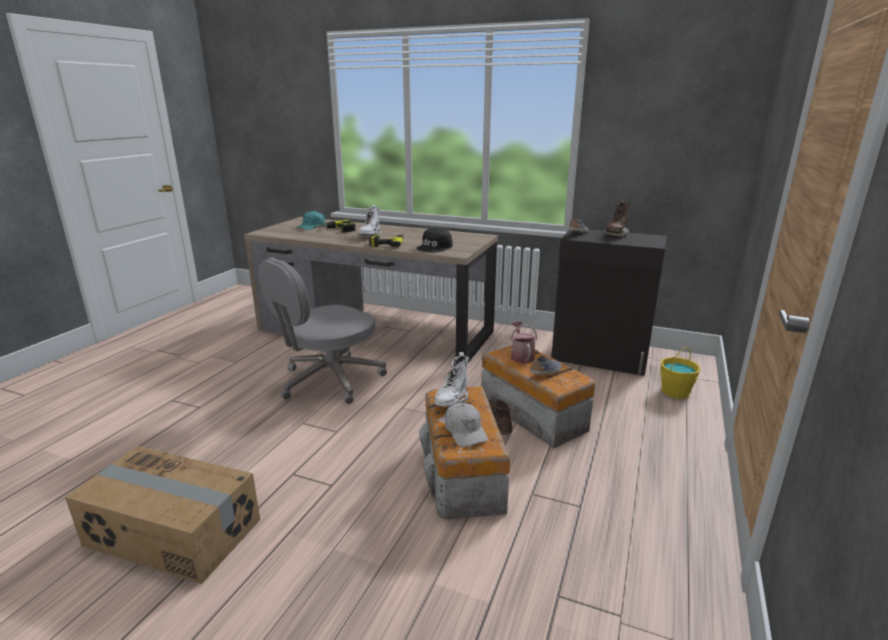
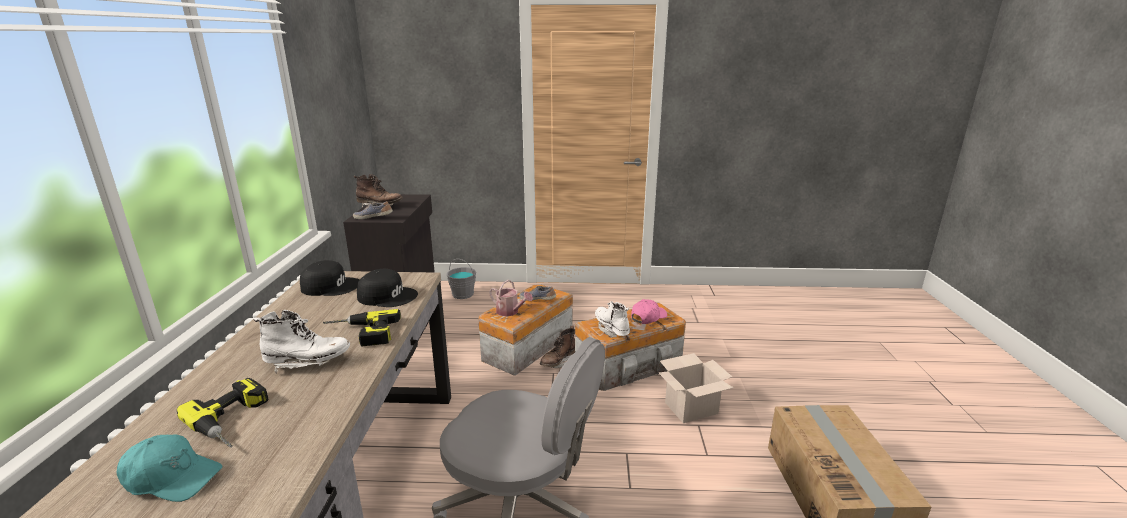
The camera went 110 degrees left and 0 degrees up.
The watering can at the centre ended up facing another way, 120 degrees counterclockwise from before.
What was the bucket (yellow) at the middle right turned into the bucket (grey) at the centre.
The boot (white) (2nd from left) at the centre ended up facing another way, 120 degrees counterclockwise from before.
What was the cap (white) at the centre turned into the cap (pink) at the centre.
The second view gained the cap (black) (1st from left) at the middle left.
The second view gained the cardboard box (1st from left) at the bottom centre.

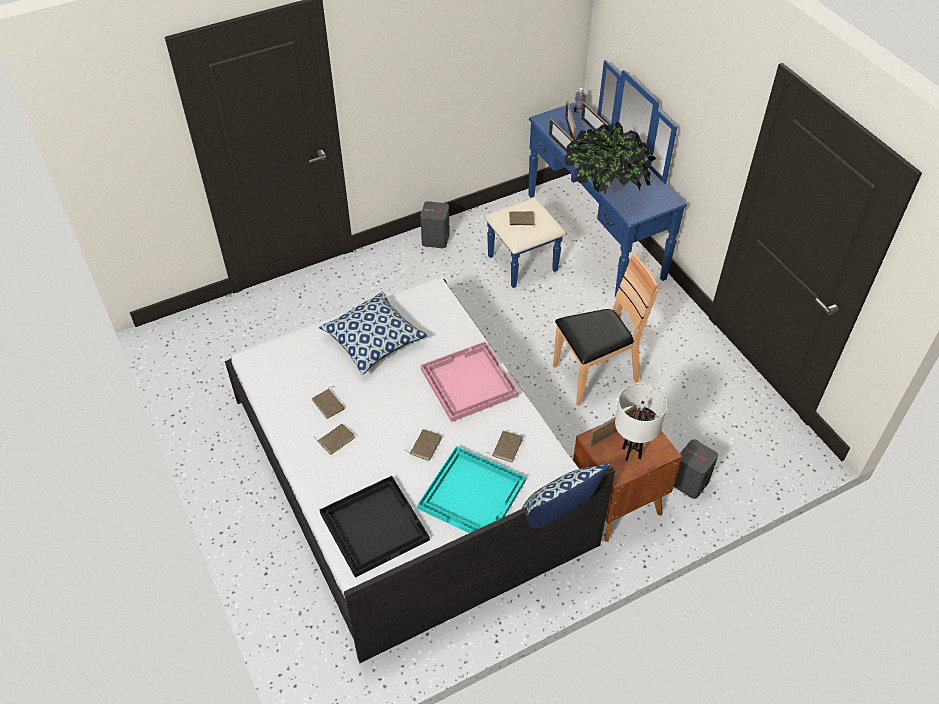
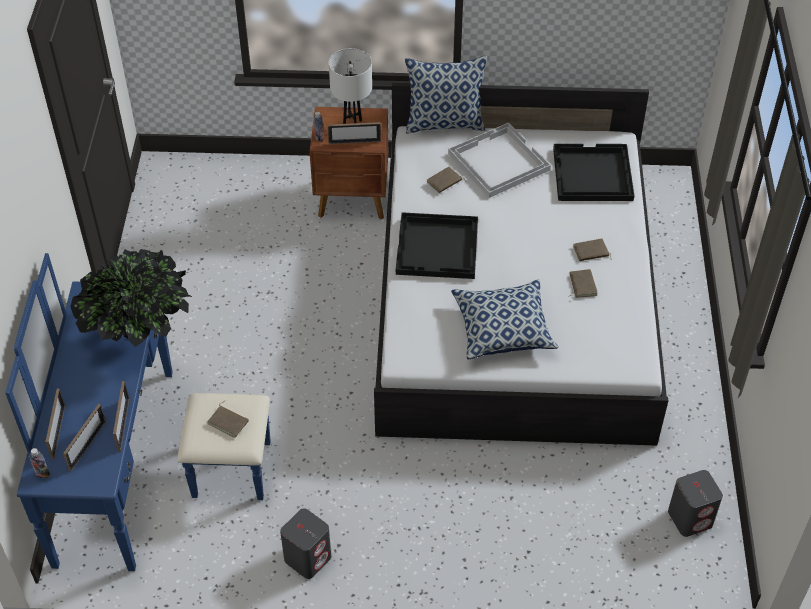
The camera went 150 degrees left and 0 degrees up.
The second view lost the chair (brown) at the centre.
What was the tray (pink) at the centre turned into the tray (black) (1st from left) at the centre.
The second view lost the book (brown) (3rd from left) at the centre.
The speaker (grey) (2nd from left) ended up elsewhere, having gone from the middle right to the bottom right.
What was the tray (turquoise) at the bottom centre turned into the tray (white) at the top centre.

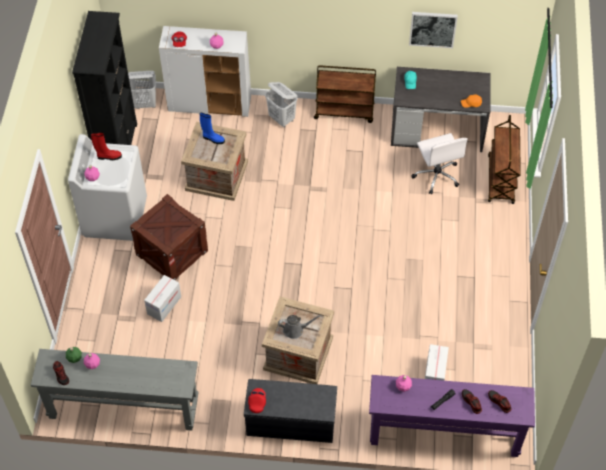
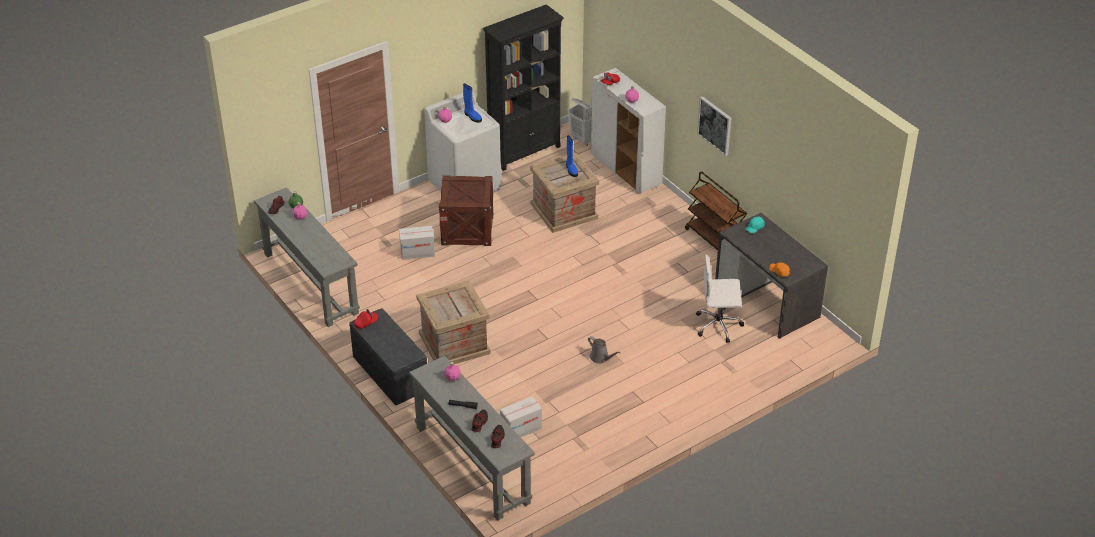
The camera went 50 degrees right and 15 degrees down.
The picture ended up elsewhere, having gone from the top right to the top centre.
The second view lost the laundry basket (white) (2nd from left) at the top centre.
The second view lost the cart (brown) (2nd from left) at the middle right.
What was the boot (red) at the top left turned into the boot (blue) (1st from left) at the top centre.
The office chair (white) at the middle right ended up facing another way, 60 degrees clockwise from before.
The watering can (grey) ended up elsewhere, having gone from the bottom centre to the centre.
What was the console table (purple) at the bottom right turned into the console table (grey) (2nd from left) at the bottom centre.

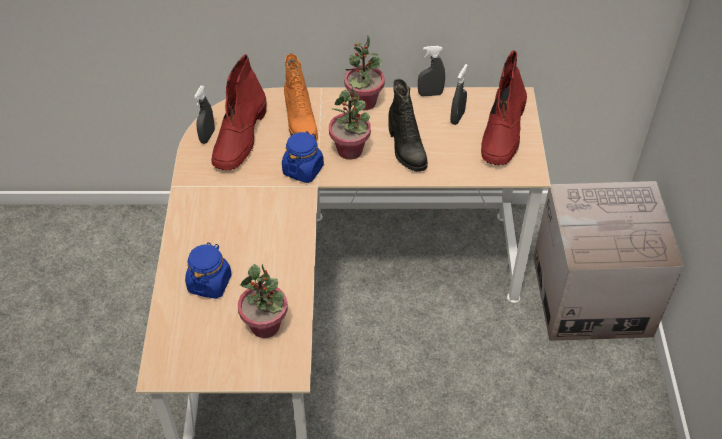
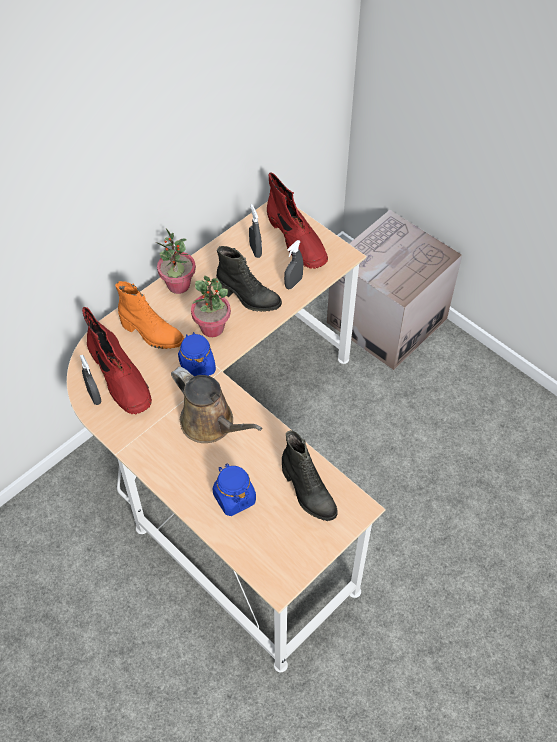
The camera went 45 degrees left and 5 degrees up.
The spray bottle (grey) (2nd from left in the first image) ended up elsewhere, having gone from the top centre to the centre.
Where the potted plant (1st from left) stood at the bottom centre, the boot (black) (2nd from left) came to stand at the centre.
The second view gained the watering can (brown) at the centre.

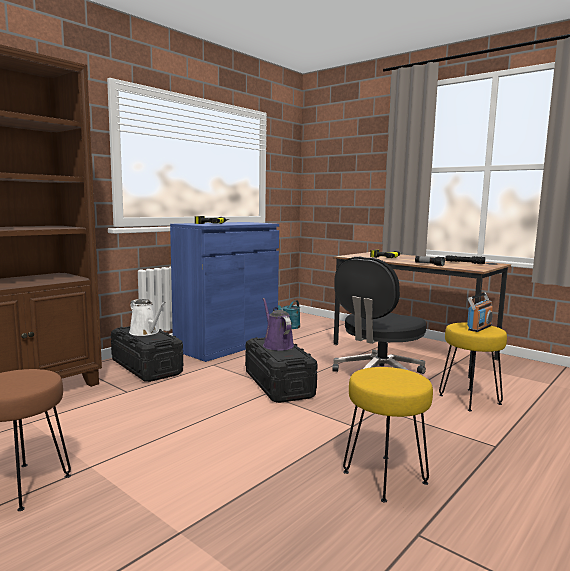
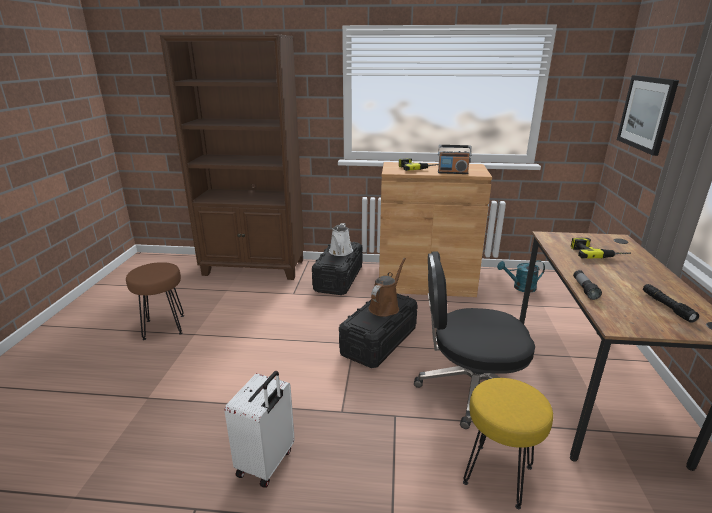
The camera went 55 degrees right and 15 degrees up.
What was the cabinet (blue) at the centre turned into the cabinet (brown) at the centre.
The radio ended up elsewhere, having gone from the middle right to the top centre.
What was the watering can (purple) at the centre turned into the watering can (brown) at the centre.
Where the stool (yellow) (1st from left) stood at the bottom right, the suitcase (white) came to stand at the bottom centre.
The second view gained the picture at the top right.

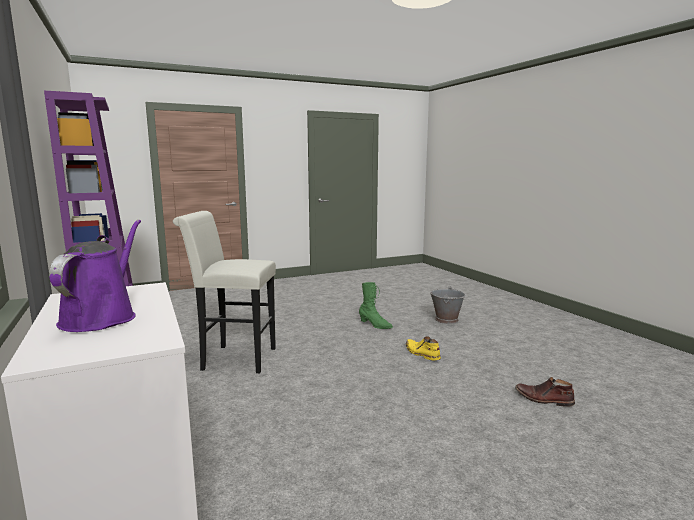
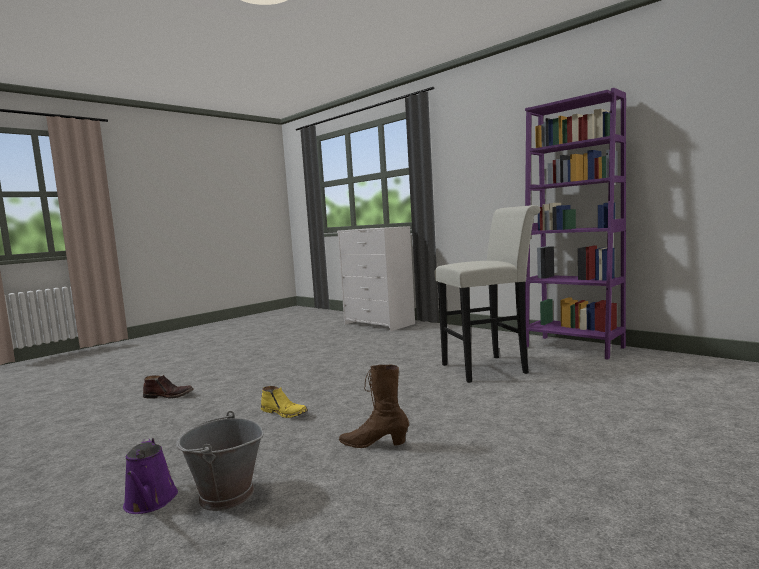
The camera went 160 degrees right and 5 degrees down.
The watering can (purple) ended up elsewhere, having gone from the middle left to the bottom left.
What was the boot (green) at the centre turned into the boot (brown) (2nd from left) at the bottom centre.

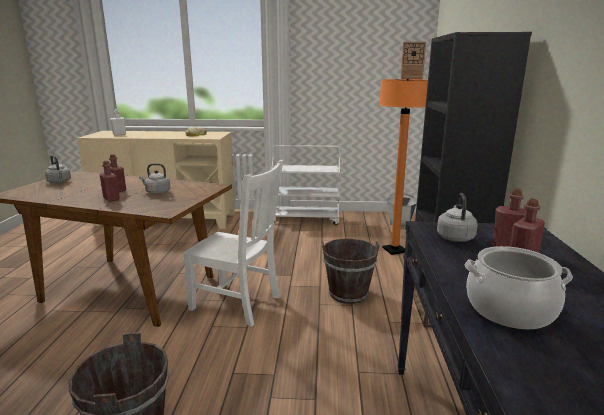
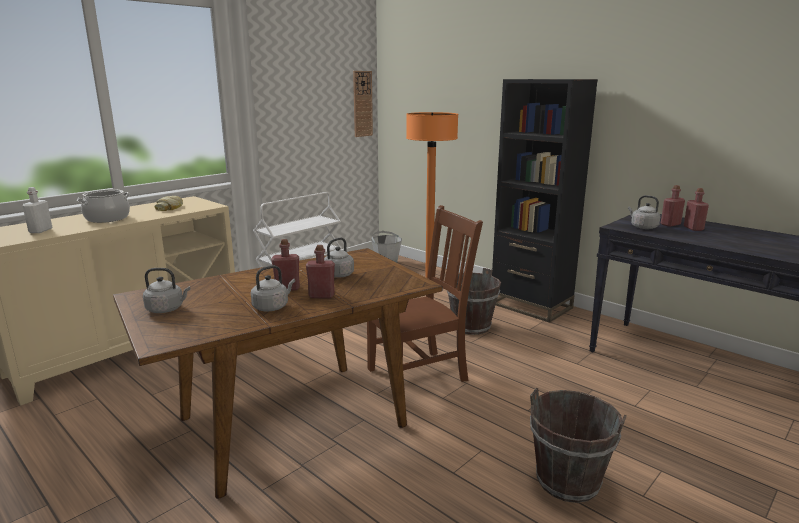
The camera went 50 degrees left and 0 degrees up.
What was the chair (white) at the centre turned into the chair (brown) at the centre.
The cooking pot ended up elsewhere, having gone from the bottom right to the middle left.
The second view gained the kettle (grey) (2nd from left) at the centre.

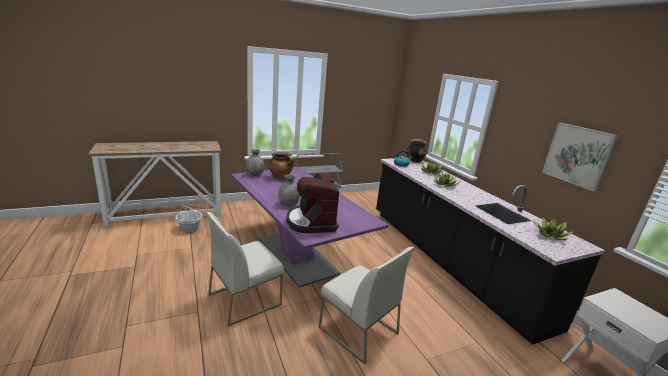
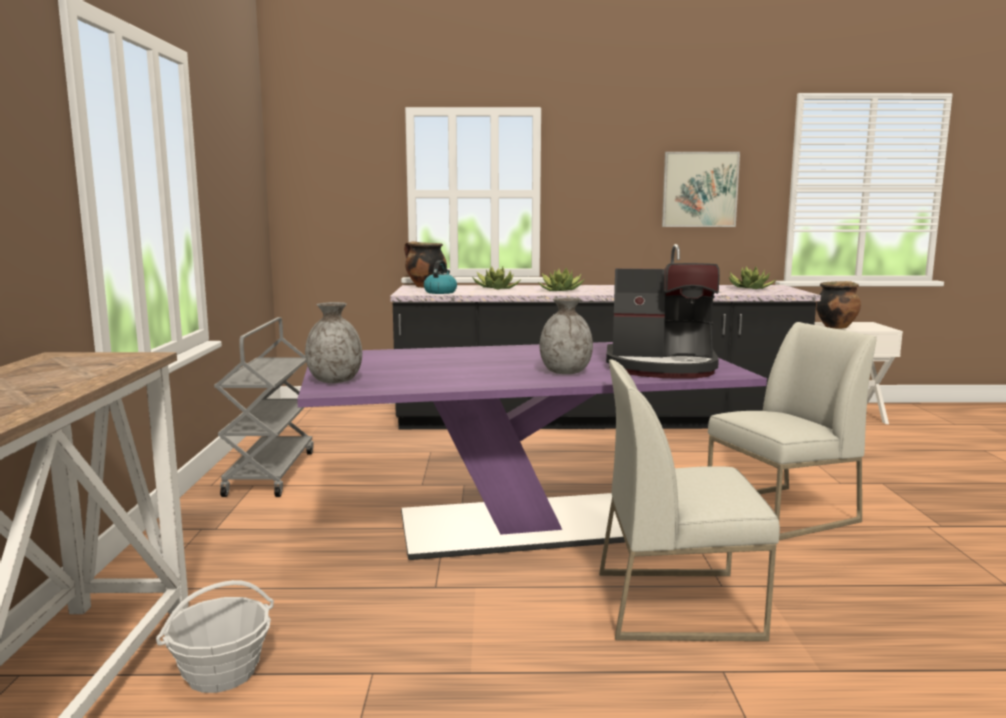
The camera went 65 degrees left and 10 degrees down.
The cooking pot (1st from left in the first image) ended up elsewhere, having gone from the centre to the middle right.
The chair (white) (1st from left) at the bottom centre ended up facing another way, 105 degrees clockwise from before.

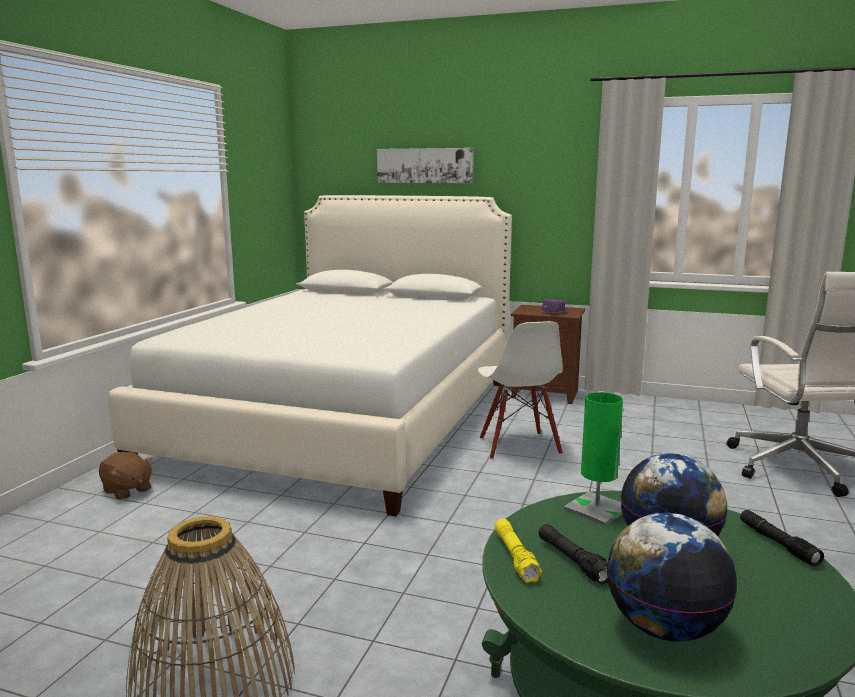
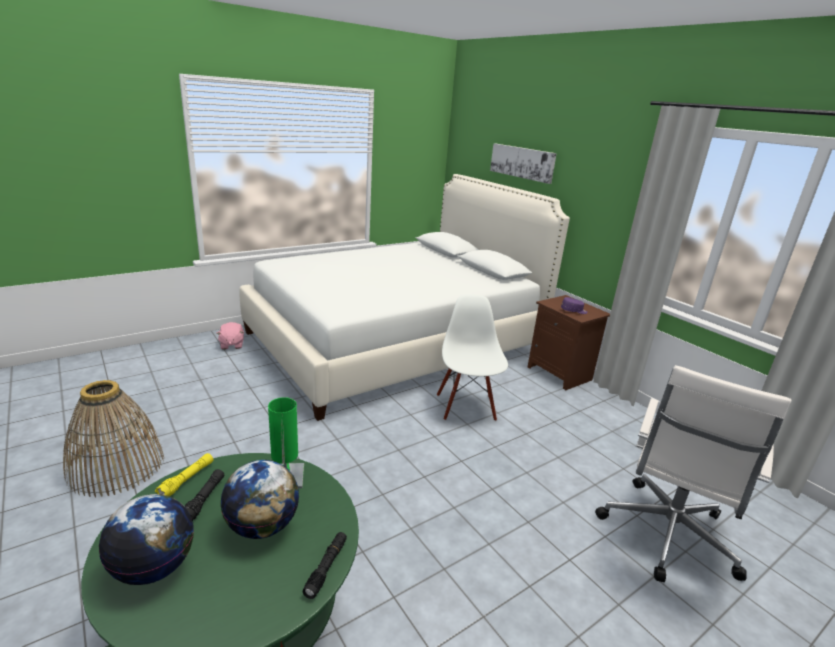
The camera went 35 degrees right and 10 degrees up.
The chair (white) at the centre ended up facing another way, 150 degrees clockwise from before.
What was the plush toy (brown) at the bottom left turned into the plush toy (pink) at the middle left.

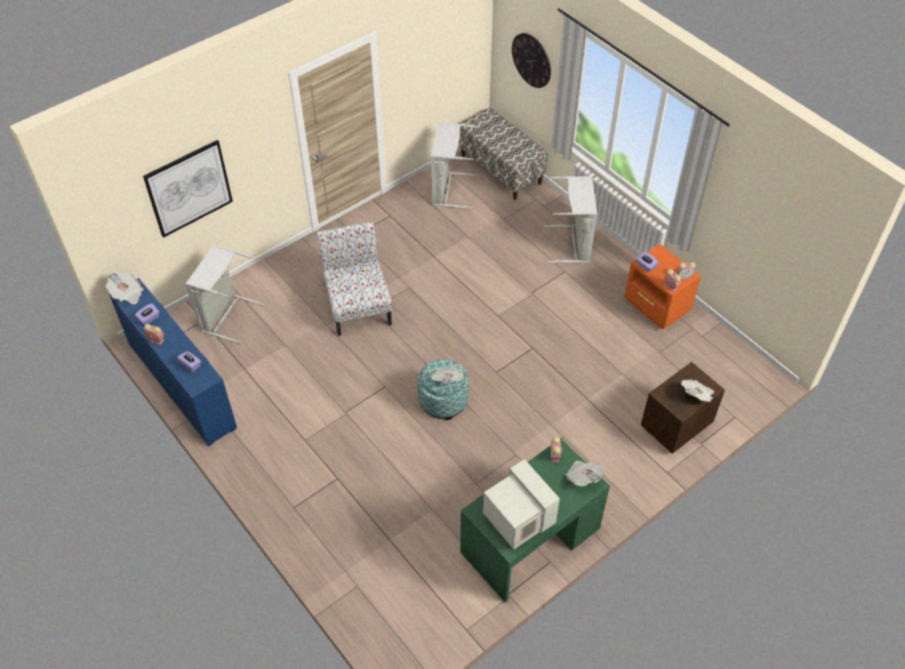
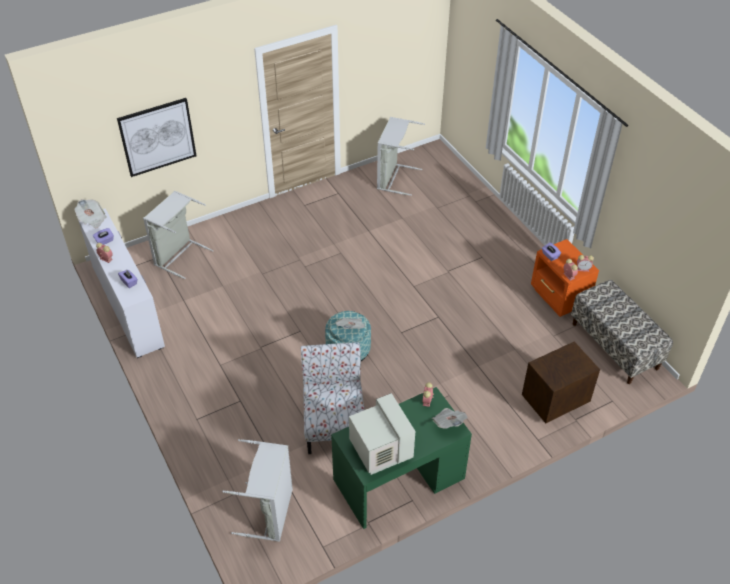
The camera went 10 degrees right and 5 degrees down.
The second view lost the wall clock at the top centre.
The bench ended up elsewhere, having gone from the top centre to the middle right.
The laundry basket (grey) (3rd from left in the first image) ended up elsewhere, having gone from the top centre to the bottom centre.
The chair ended up elsewhere, having gone from the centre to the bottom centre.
What was the dresser (blue) at the middle left turned into the dresser (white) at the middle left.
The second view lost the newspaper (4th from left) at the middle right.

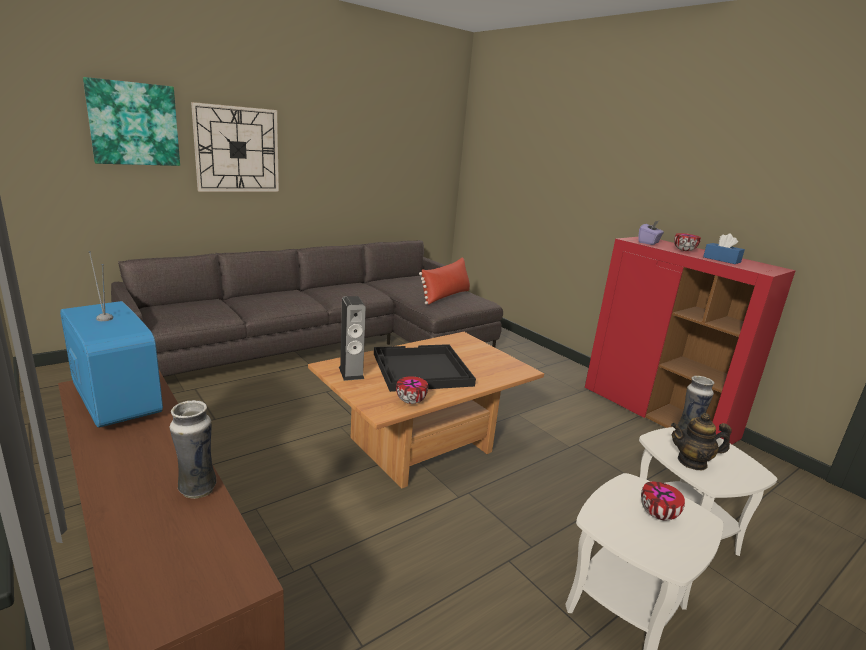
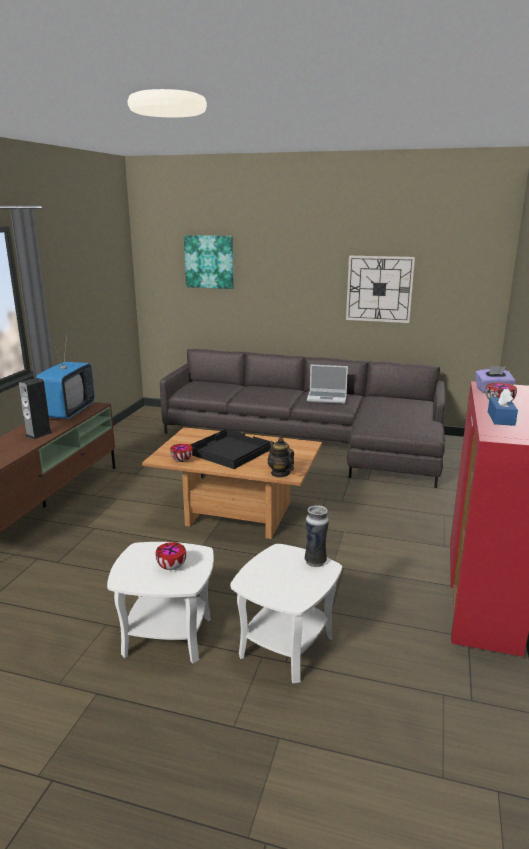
The camera went 55 degrees right and 0 degrees up.
The wall clock ended up elsewhere, having gone from the top left to the middle right.
The second view lost the pillow (red) at the centre.
The speaker ended up elsewhere, having gone from the centre to the middle left.
The second view lost the vase (1st from left) at the bottom left.
The teapot ended up elsewhere, having gone from the bottom right to the centre.
The second view gained the laptop at the centre.

